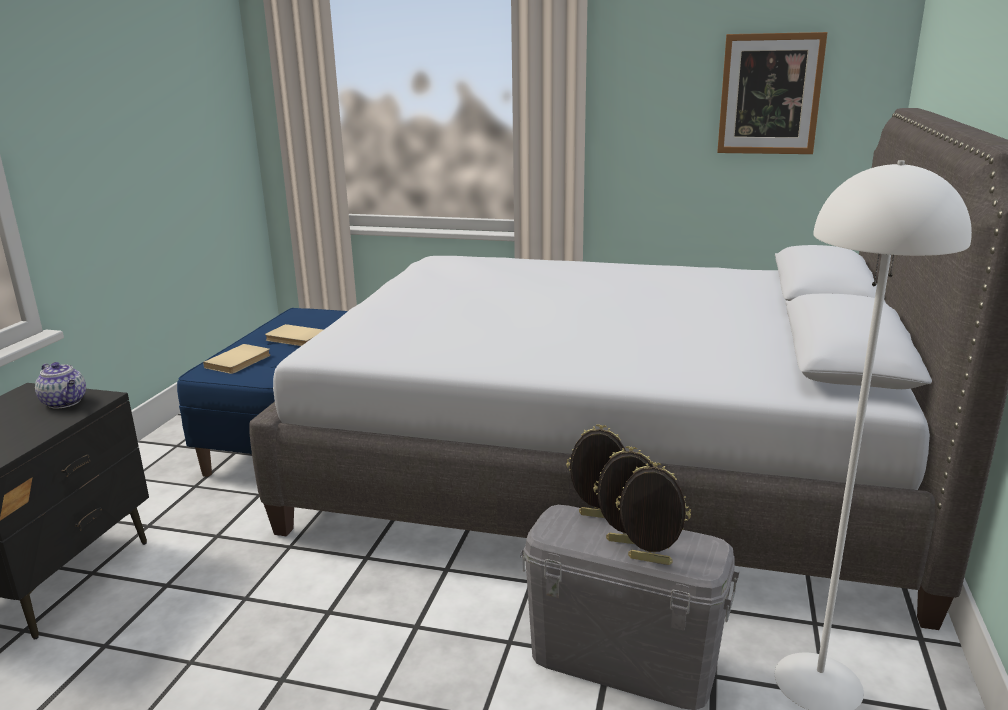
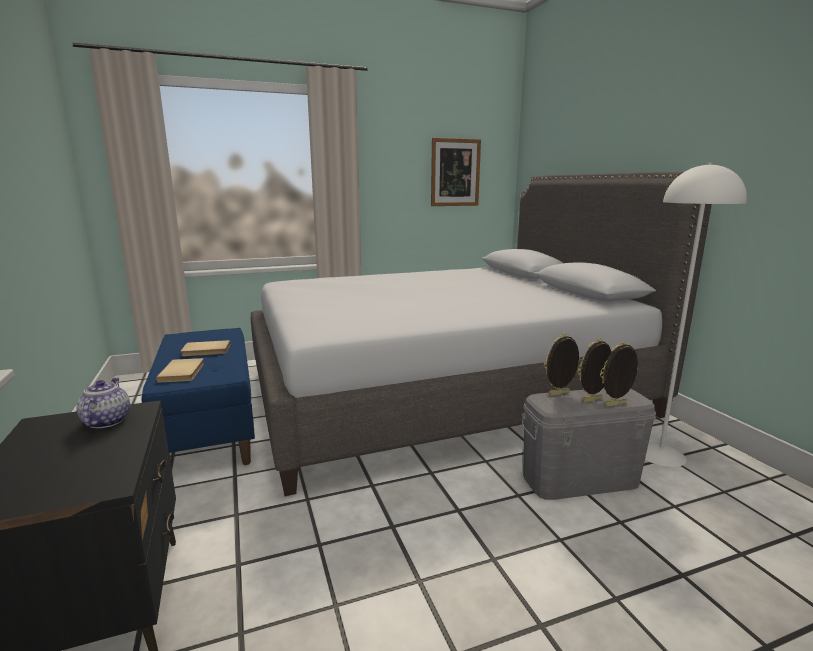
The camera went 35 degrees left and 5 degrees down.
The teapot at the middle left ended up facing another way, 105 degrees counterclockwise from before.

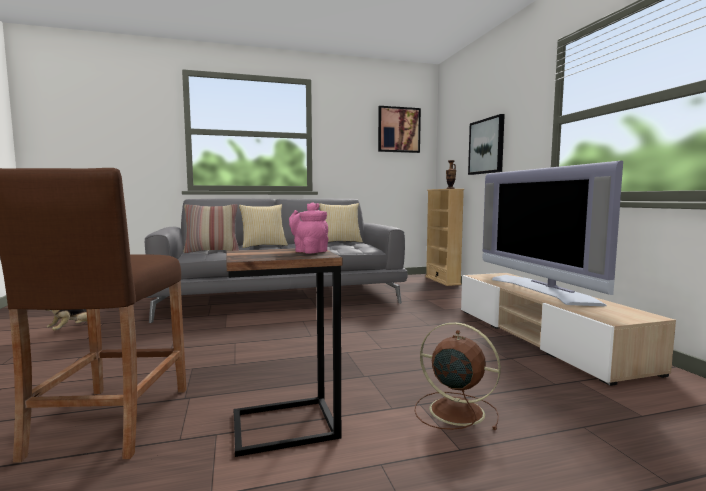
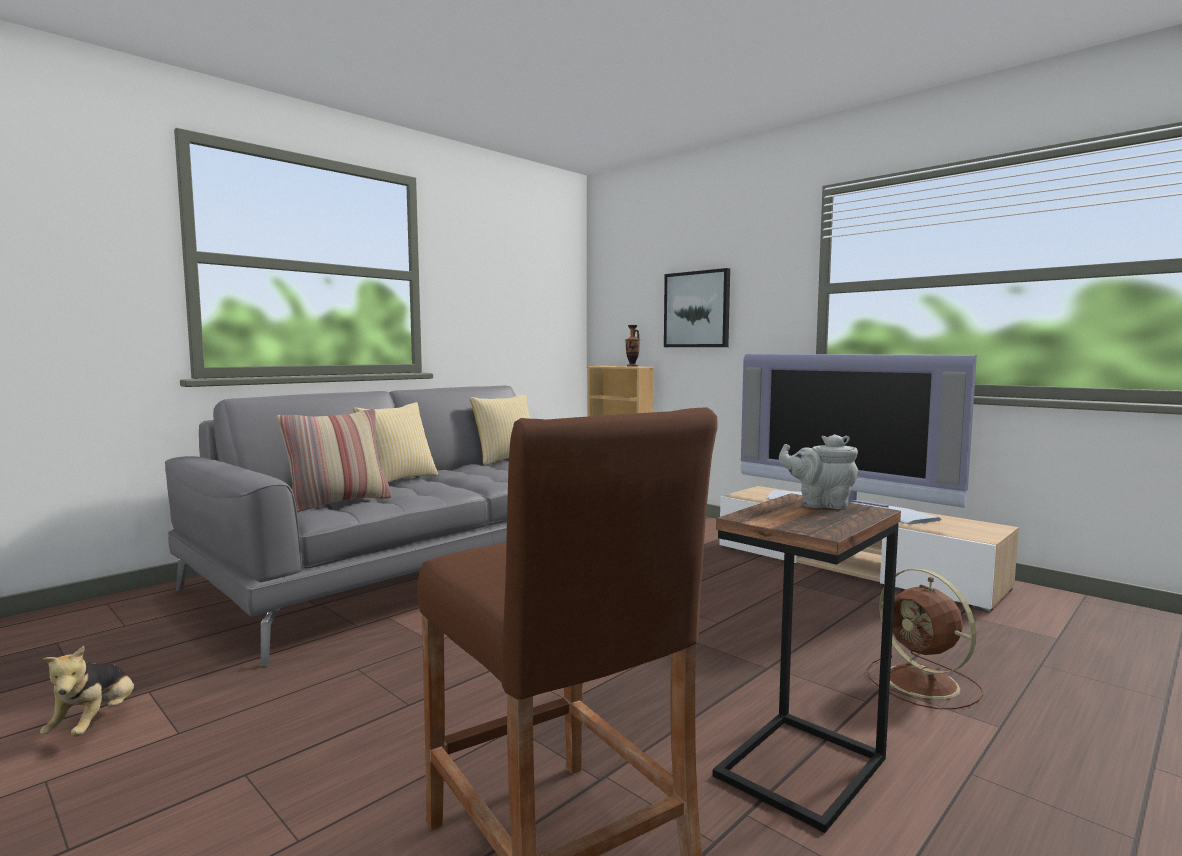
The camera went 30 degrees left and 0 degrees up.
The second view lost the picture (1st from left) at the top centre.
What was the teapot (pink) at the centre turned into the teapot (grey) at the middle right.
The fan (brown) at the bottom centre ended up facing another way, 120 degrees counterclockwise from before.

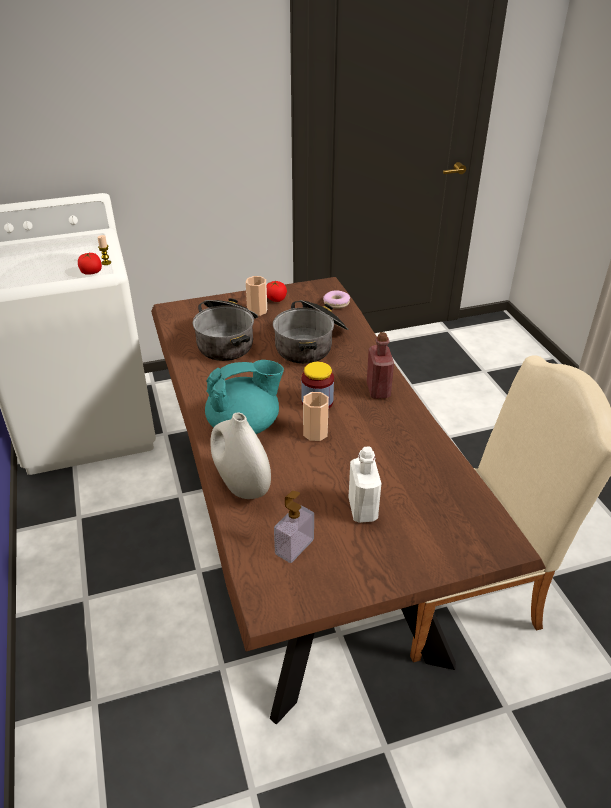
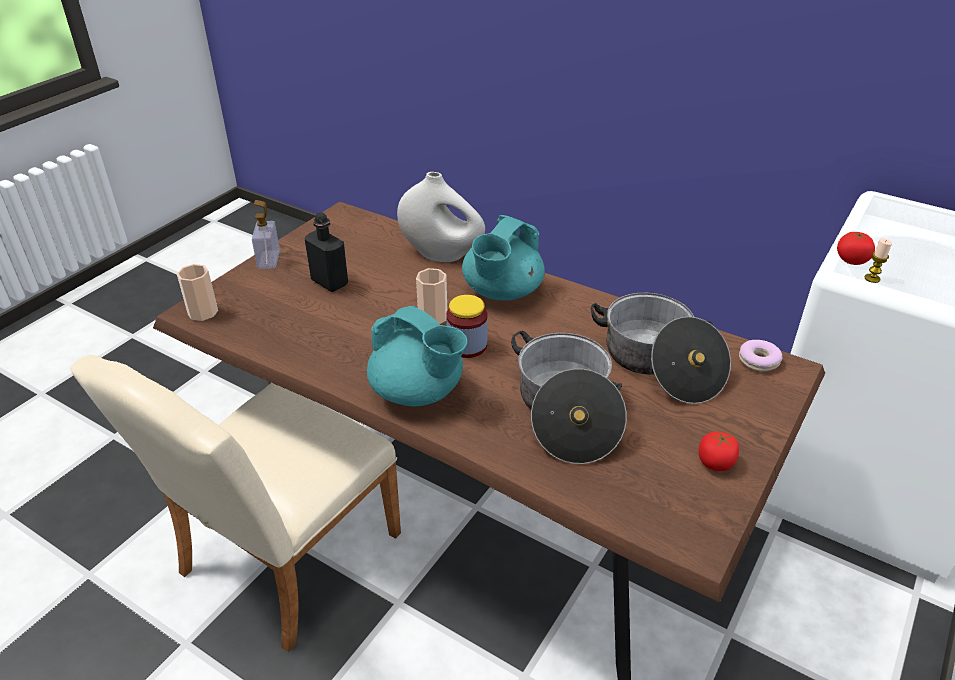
The camera went 140 degrees right and 0 degrees up.
The cup (1st from left) ended up elsewhere, having gone from the centre to the middle left.
The donut ended up elsewhere, having gone from the centre to the middle right.
Where the bottle (red) stood at the centre, the teapot (turquoise) (1st from left) came to stand at the centre.
What was the bottle (white) at the centre turned into the bottle (black) at the centre.
The soap dispenser ended up elsewhere, having gone from the centre to the middle left.

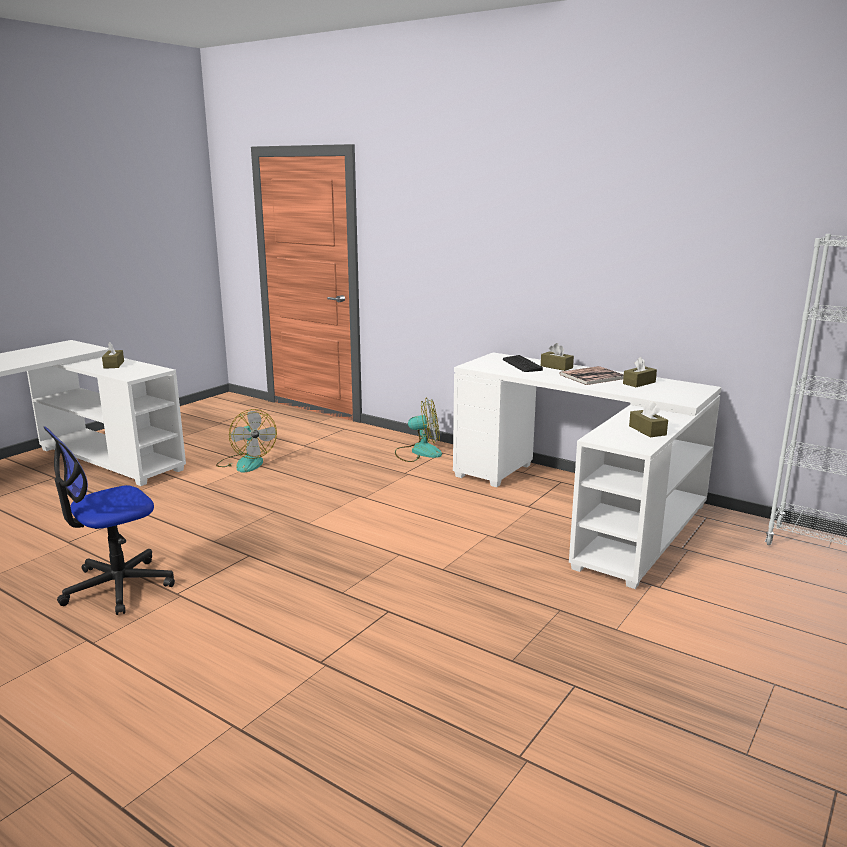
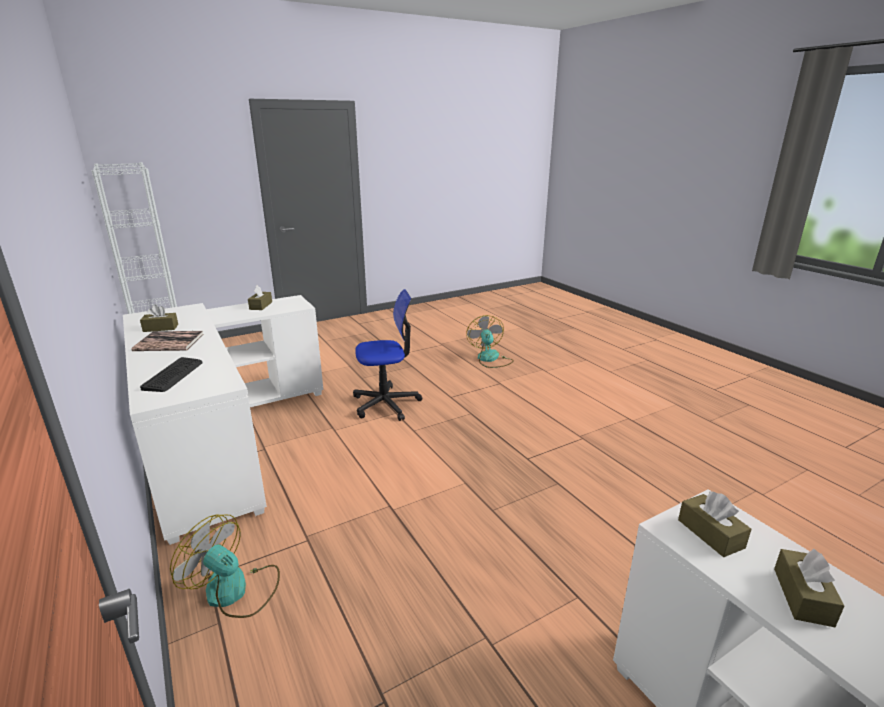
The camera went 155 degrees left and 5 degrees up.
The tissue box (brown) (2nd from left in the first image) ended up elsewhere, having gone from the centre to the bottom right.
The fan (1st from left in the first image) ended up elsewhere, having gone from the middle left to the centre.
The office chair ended up elsewhere, having gone from the middle left to the centre.

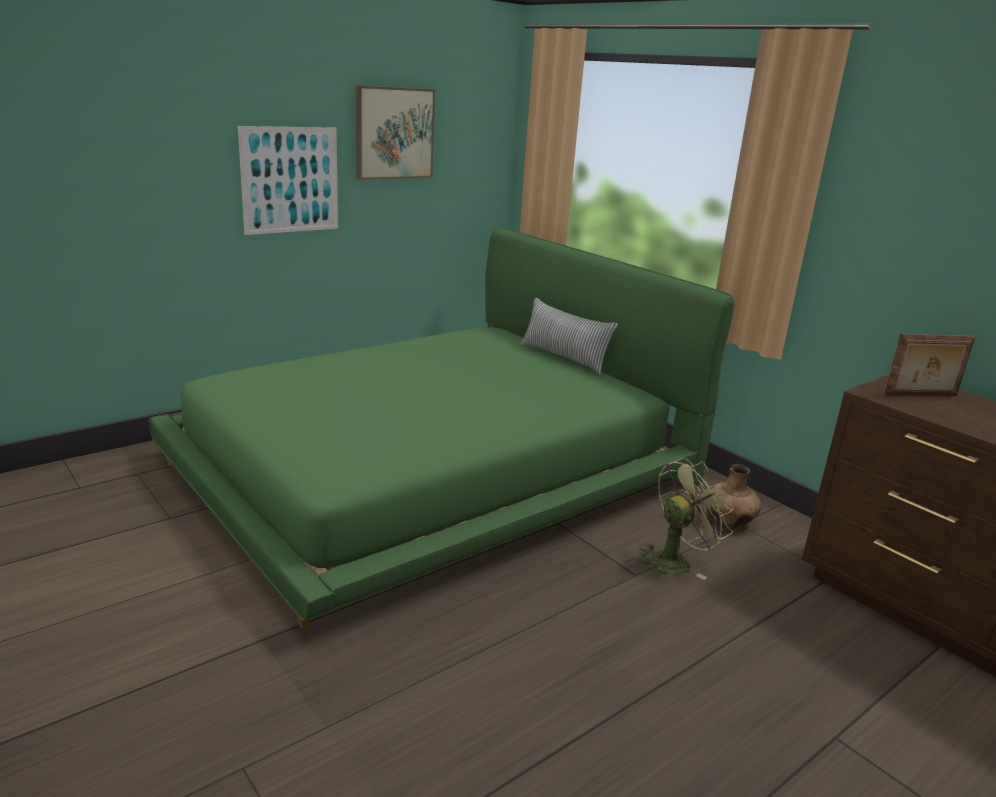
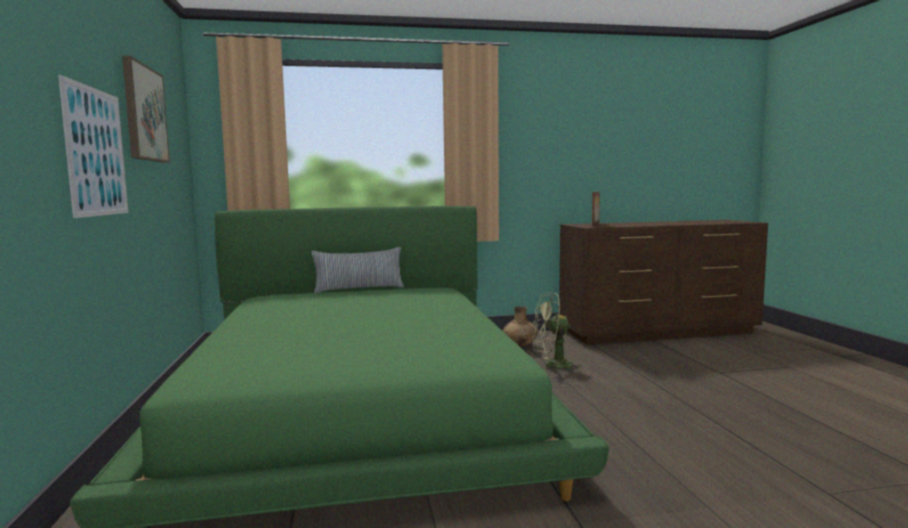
The camera went 60 degrees left and 15 degrees down.
The fan (green) at the middle right ended up facing another way, 90 degrees counterclockwise from before.

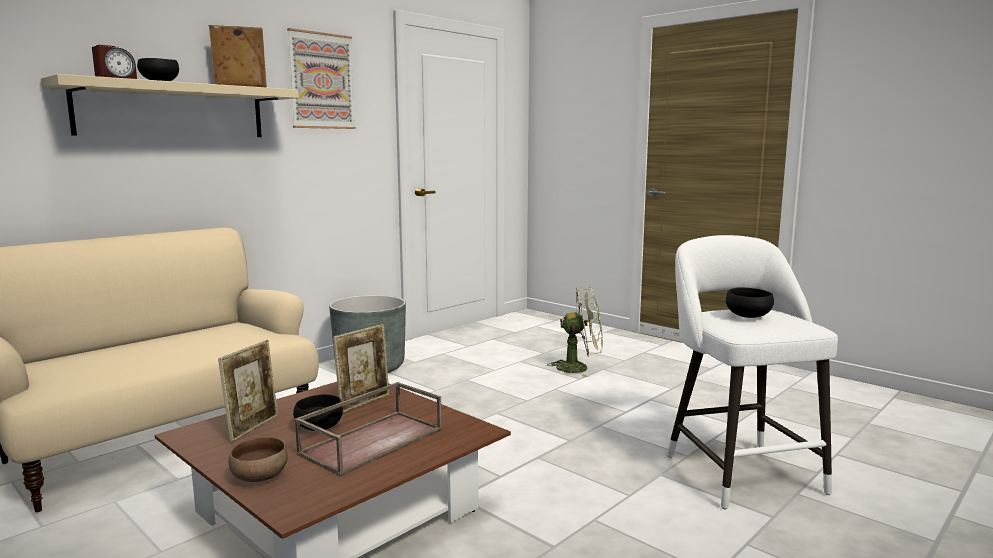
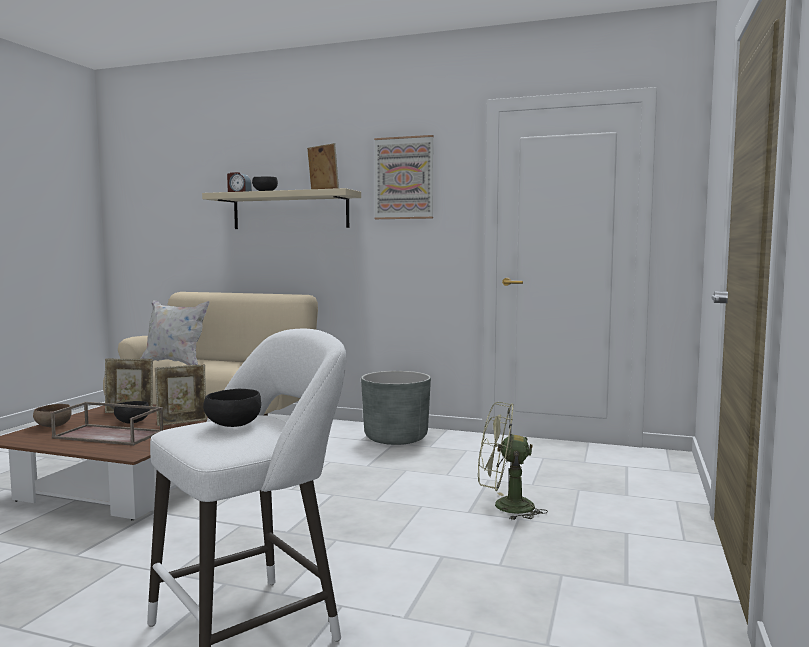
The camera went 65 degrees right and 5 degrees down.
The fan (green) at the centre ended up facing another way, 120 degrees clockwise from before.
The picture frame (3rd from left in the first image) at the centre ended up facing another way, 45 degrees counterclockwise from before.
The second view gained the pillow (white) at the middle left.

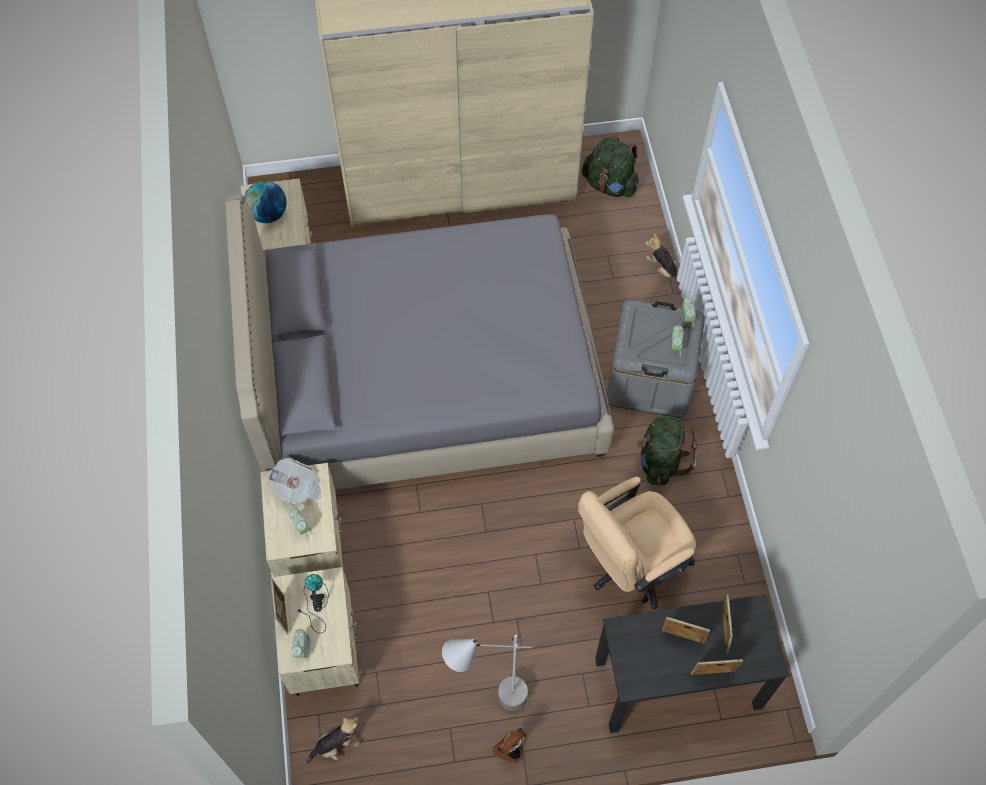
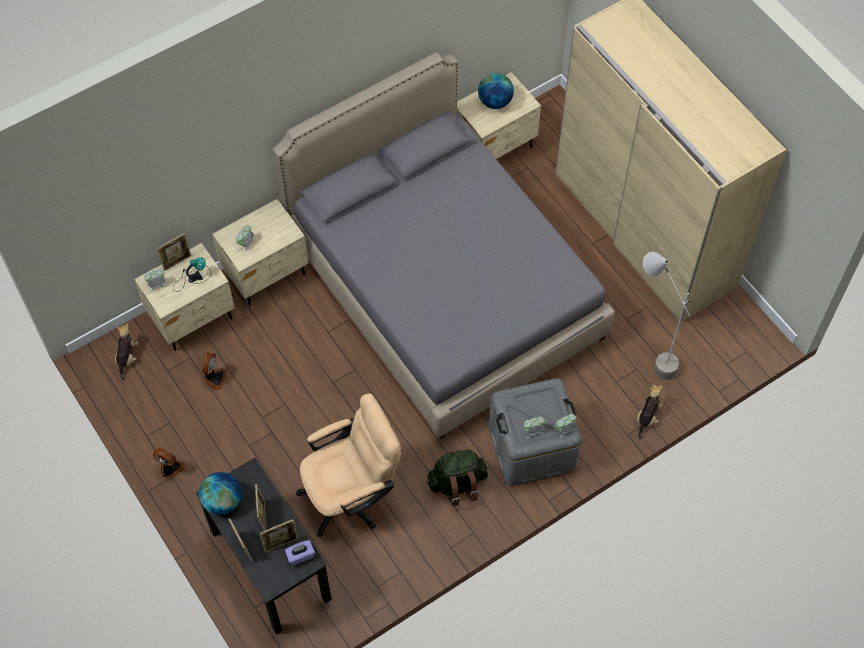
The camera went 65 degrees right and 0 degrees up.
The second view lost the backpack (green) (1st from left) at the top centre.
The second view lost the newspaper at the middle left.
The office chair (beige) at the bottom centre ended up facing another way, 120 degrees clockwise from before.
The floor lamp (grey) ended up elsewhere, having gone from the bottom centre to the middle right.
The plush toy (1st from left) at the bottom centre ended up facing another way, 120 degrees counterclockwise from before.
The second view gained the fan (2nd from left) at the middle left.
The second view gained the globe (1st from left) at the bottom left.
The second view gained the tissue box (purple) at the bottom centre.

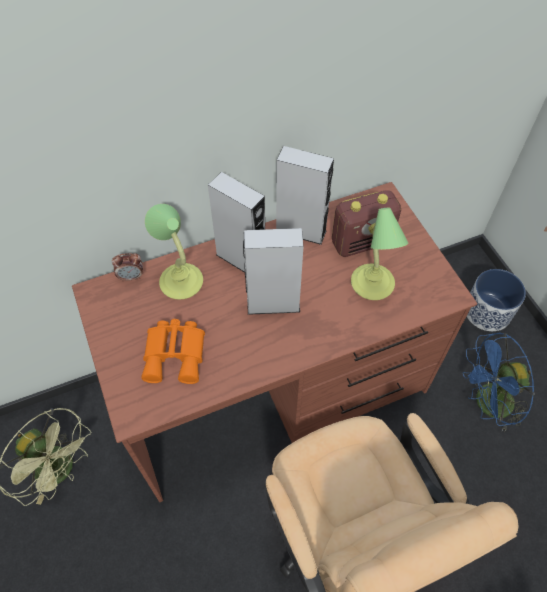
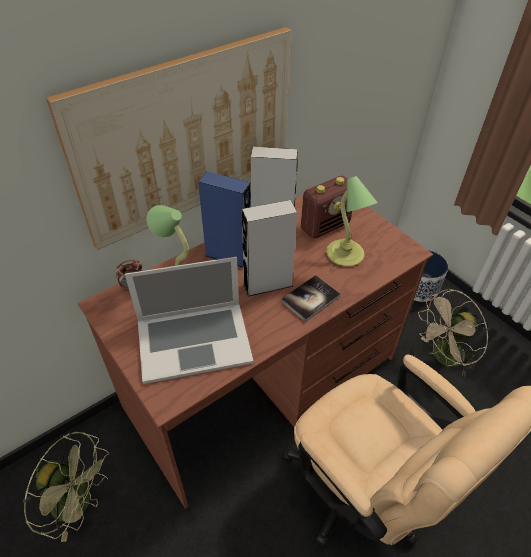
The camera went 15 degrees left and 10 degrees down.
What was the speaker (grey) (1st from left) at the centre turned into the speaker (blue) at the centre.
Where the binoculars (orange) stood at the middle left, the laptop came to stand at the centre.
What was the fan (blue) at the middle right turned into the fan (beige) at the middle right.
The second view gained the picture at the top left.
The second view gained the book at the centre.

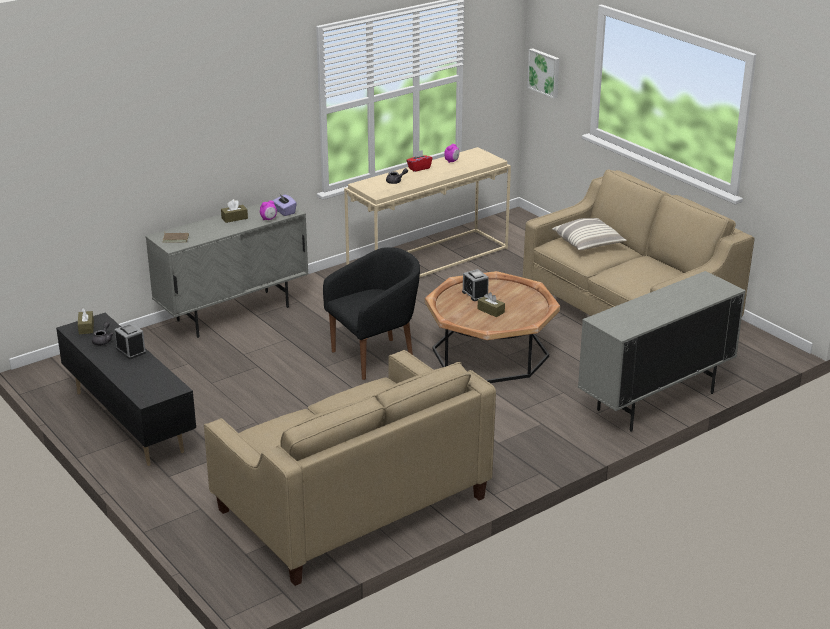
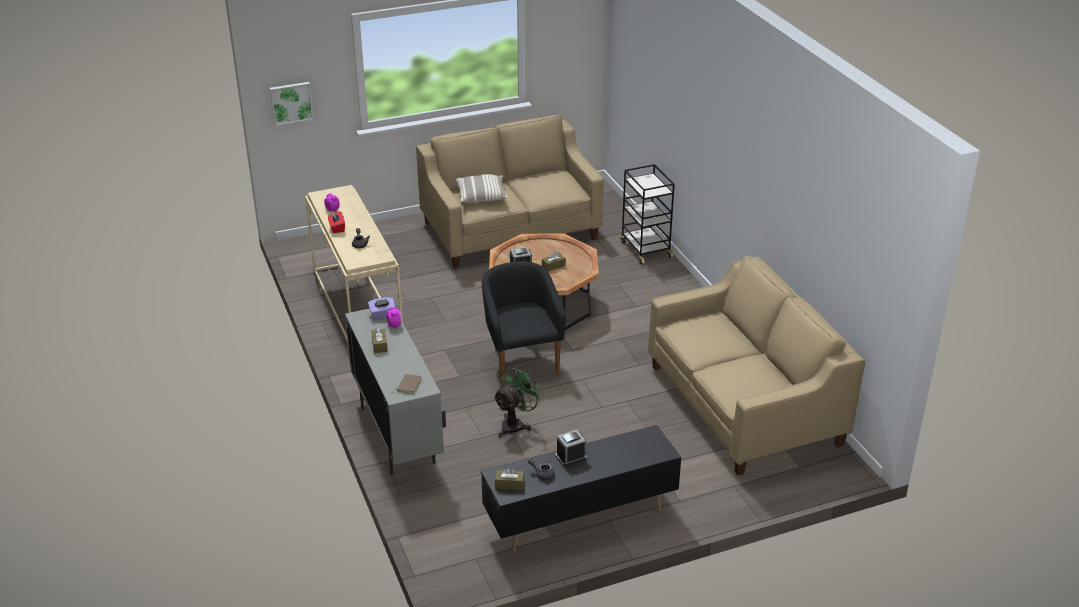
The camera went 75 degrees left and 5 degrees up.
Where the cabinet (grey) (2nd from left) stood at the middle right, the cart (black) came to stand at the centre.
The second view gained the fan (green) at the centre.

